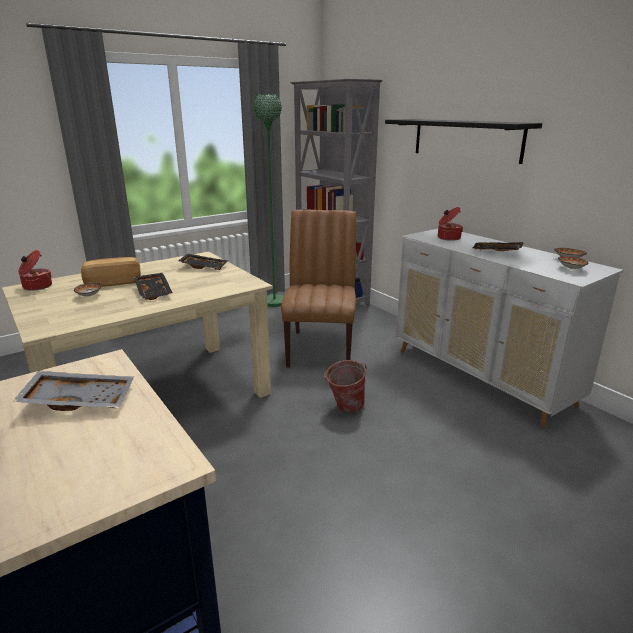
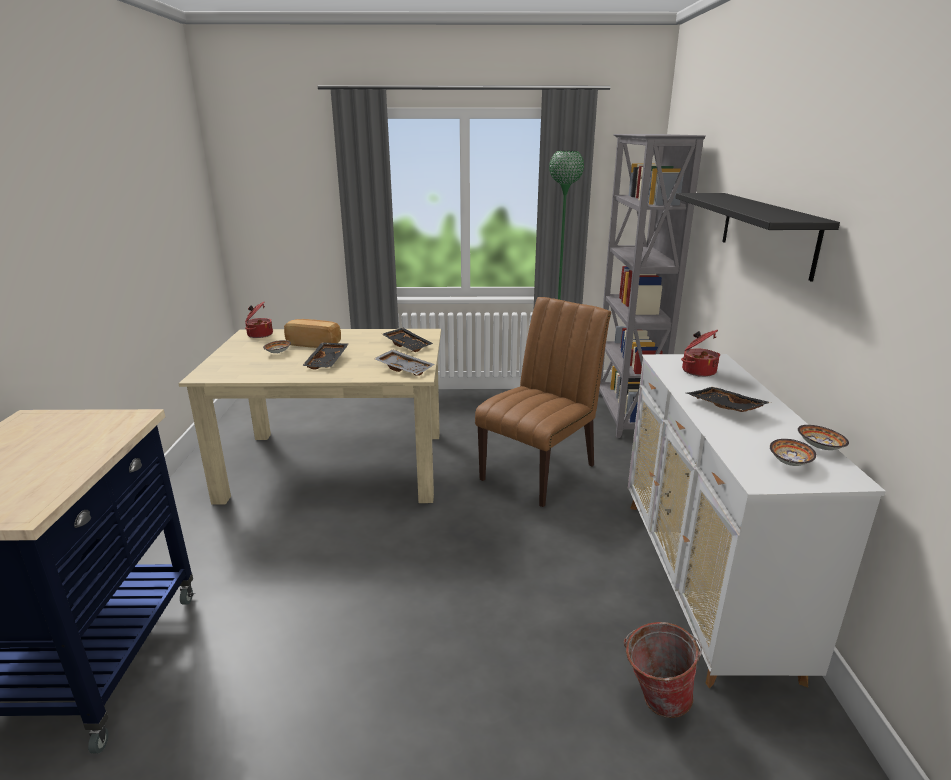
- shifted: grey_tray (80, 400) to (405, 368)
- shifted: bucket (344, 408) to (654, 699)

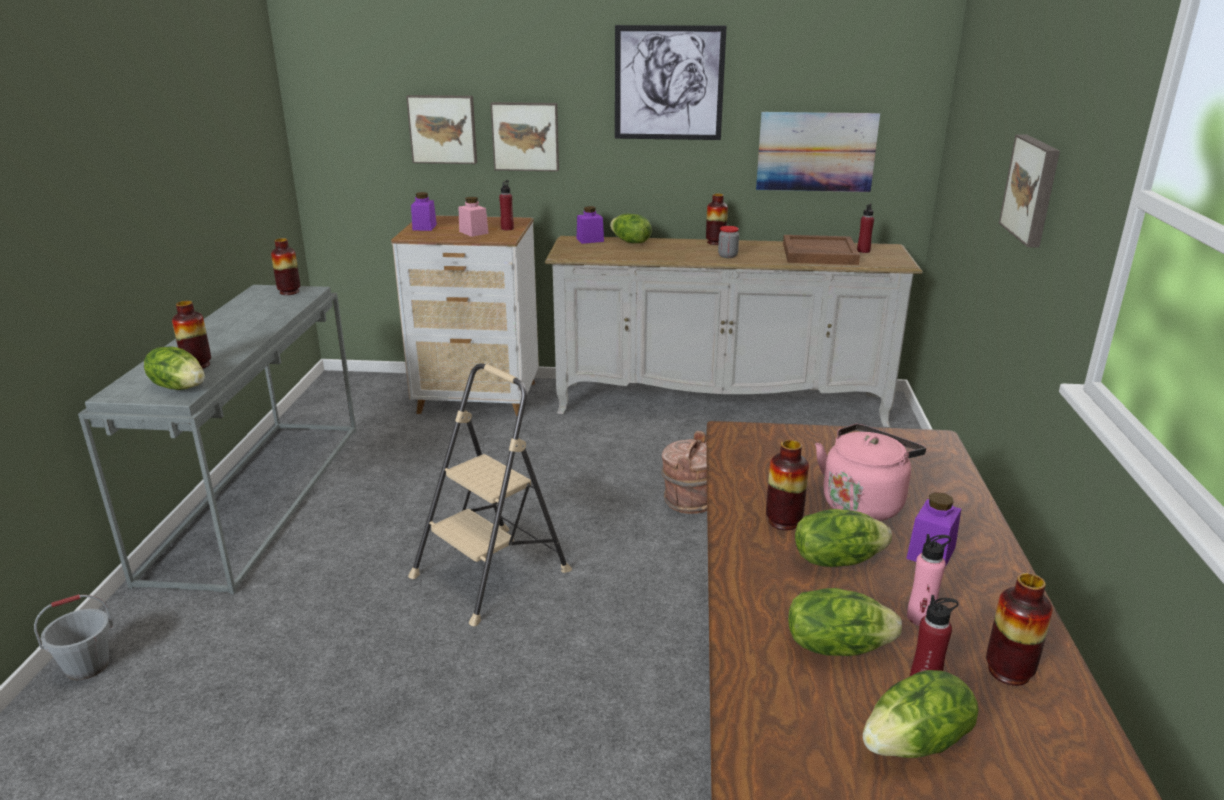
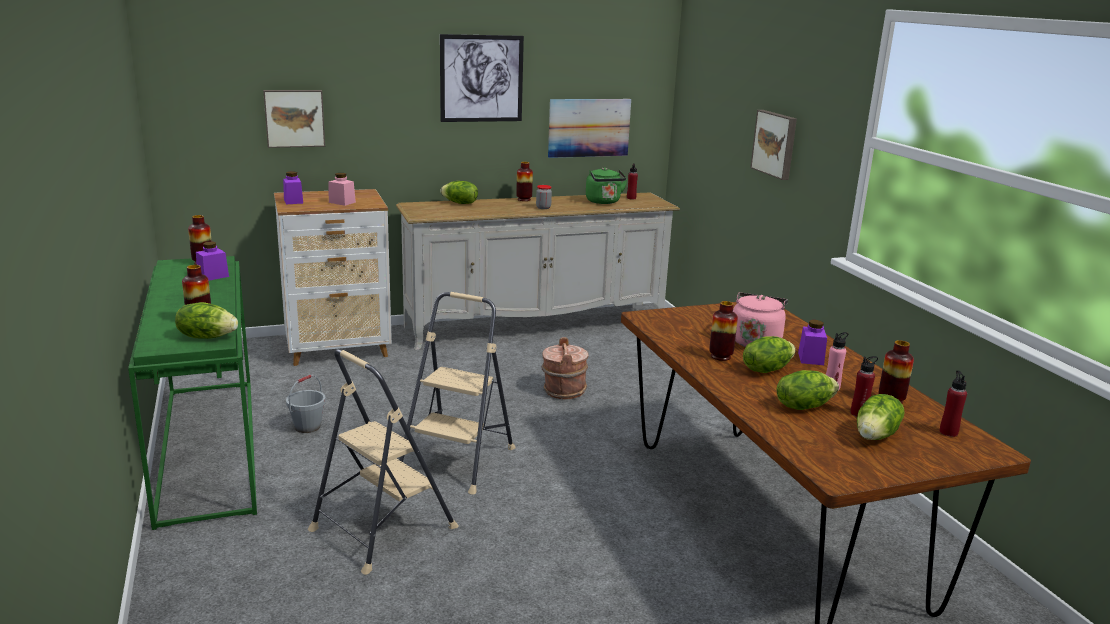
- gone: picture (526, 136)
- new: beige_step_ladder (380, 529)
- shifted: grey_bucket (88, 666) to (307, 426)
- shifted: red_bottle (507, 228) to (948, 432)
- shifted: purple_jar (590, 240) to (213, 276)
- swapped: brown_tray (818, 254) to green_kettle (604, 202)
- repainted: grey_console_table (258, 497) to green_console_table (206, 446)

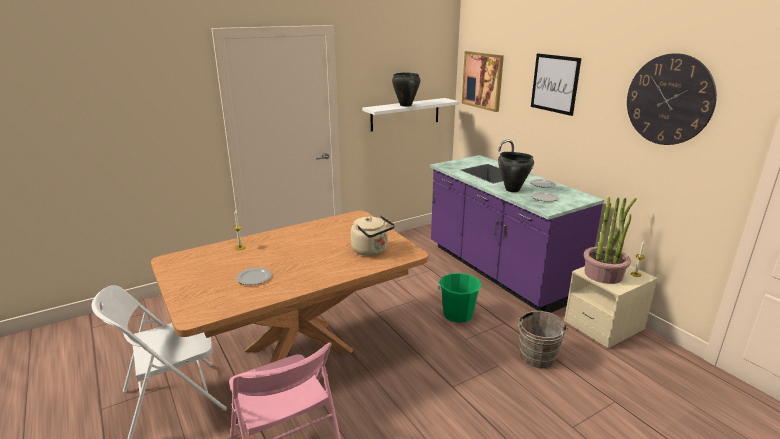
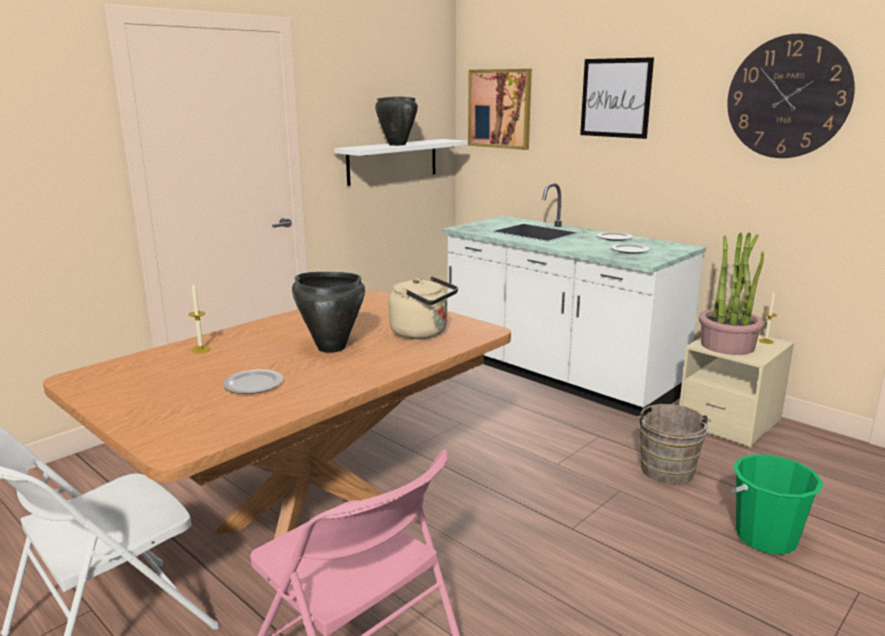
- shifted: green_bucket (458, 315) to (766, 538)
- shifted: black_cooking_pot (512, 190) to (331, 347)
- repainted: purple_counter (499, 271) to white_counter (558, 375)

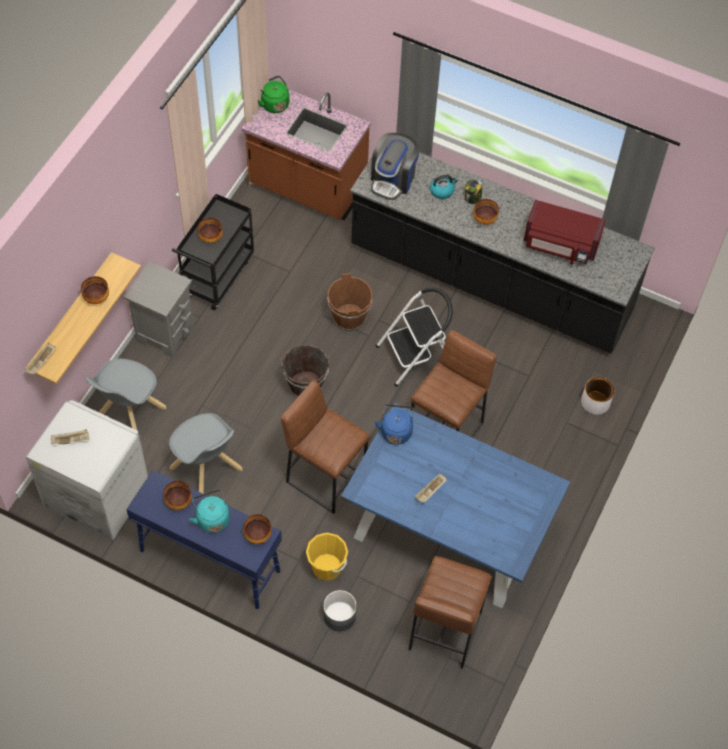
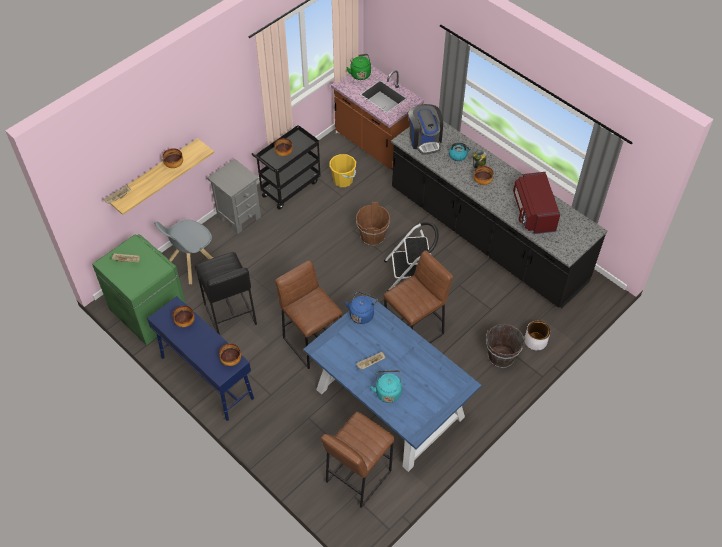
- gone: grey_planter (340, 616)
- shifted: turquoise_kettle (212, 518) to (388, 391)
- shifted: brown_bucket (305, 386) to (501, 357)
- shifted: yellow_bucket (327, 567) to (343, 180)
- swapped: grey_chair (207, 470) to black_stool (230, 315)
- repainted: white_washing_machine (97, 492) to green_washing_machine (149, 310)
- rotated: coffee_machine (393, 179) = (425, 140) 60 degrees counterclockwise
- rotated: red_microwave (560, 246) = (533, 212) 45 degrees clockwise

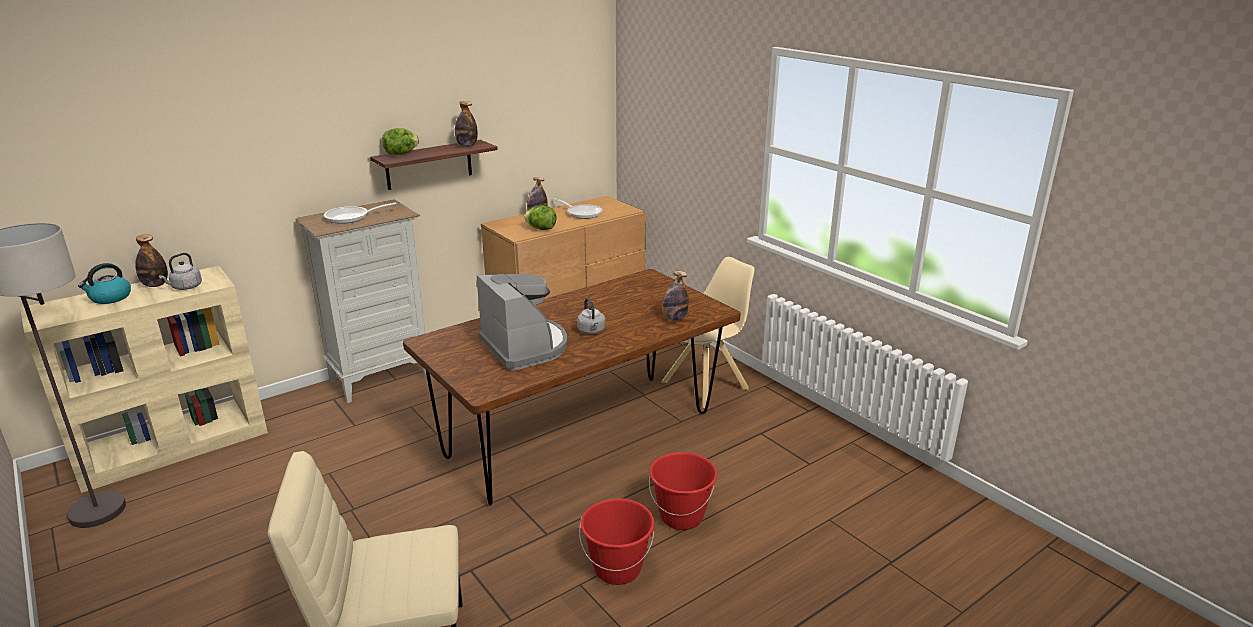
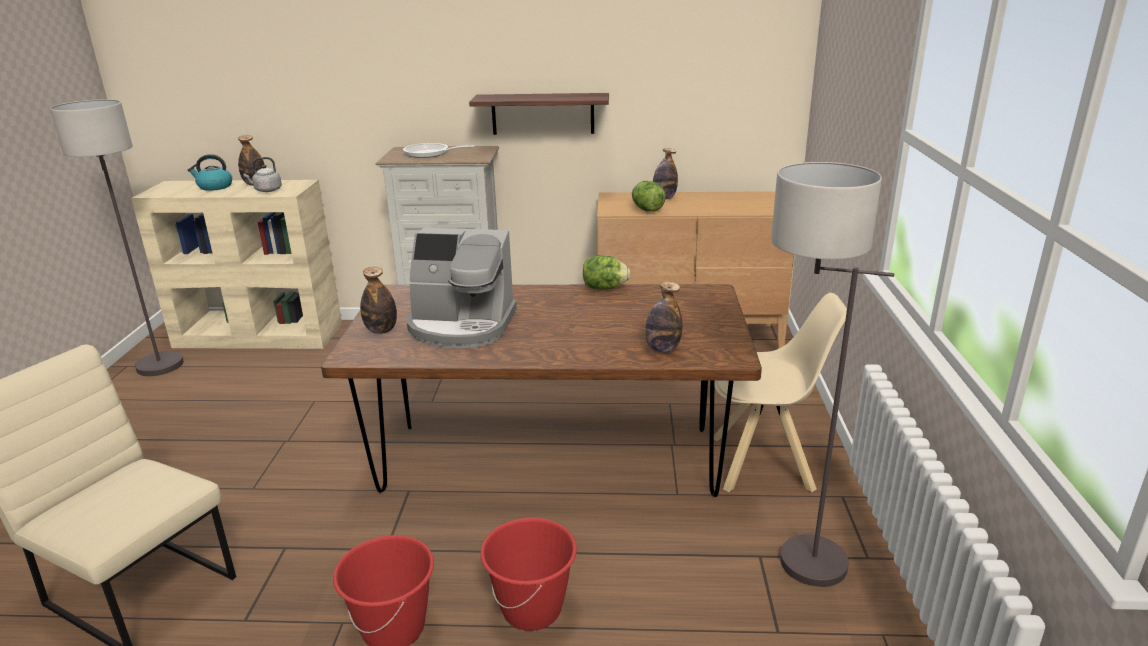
- gone: frying_pan (582, 213)
- gone: grey_kettle (591, 331)
- new: grey_floor_lamp (792, 559)
- shifted: lettuce (401, 154) to (604, 288)
- shifted: bottle (467, 145) to (381, 330)
- rotated: coffee_machine (525, 347) = (461, 326) 90 degrees clockwise

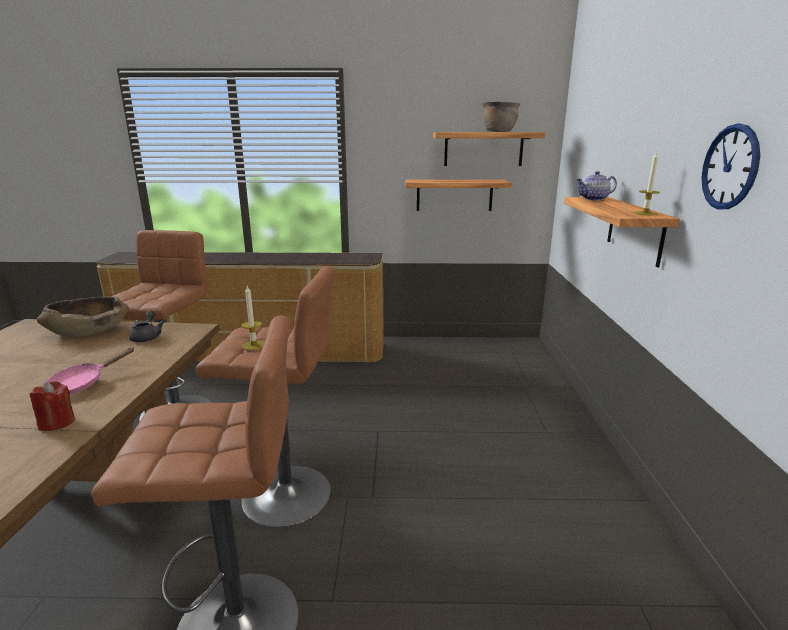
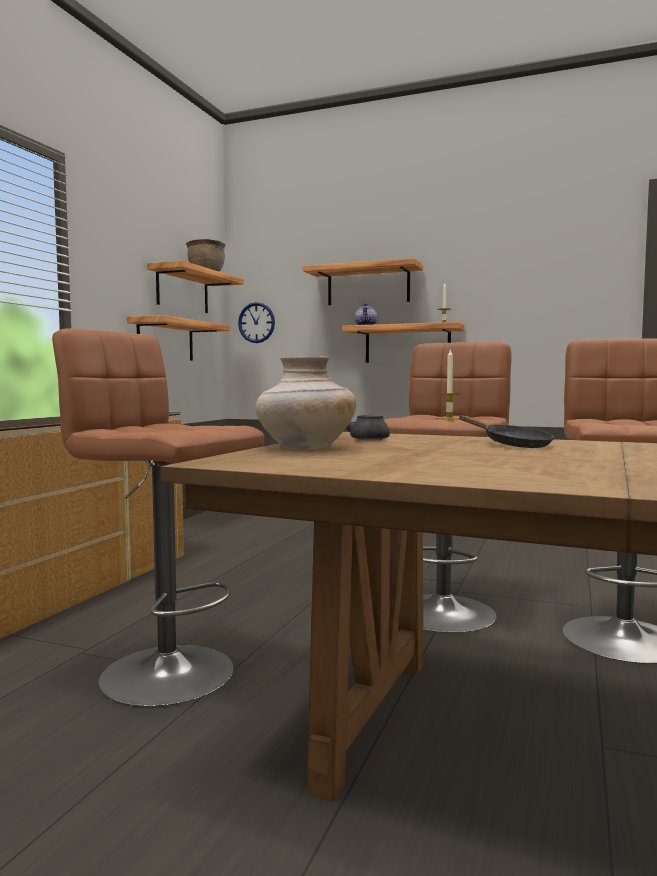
- gone: red_candle (57, 422)
- new: shelf (368, 285)
- shifted: wall_clock (730, 167) to (256, 322)
- swapped: brown_bowl (89, 331) to beige_vase (305, 448)
- repainted: pink_frying_pan (82, 384) to black_frying_pan (511, 445)

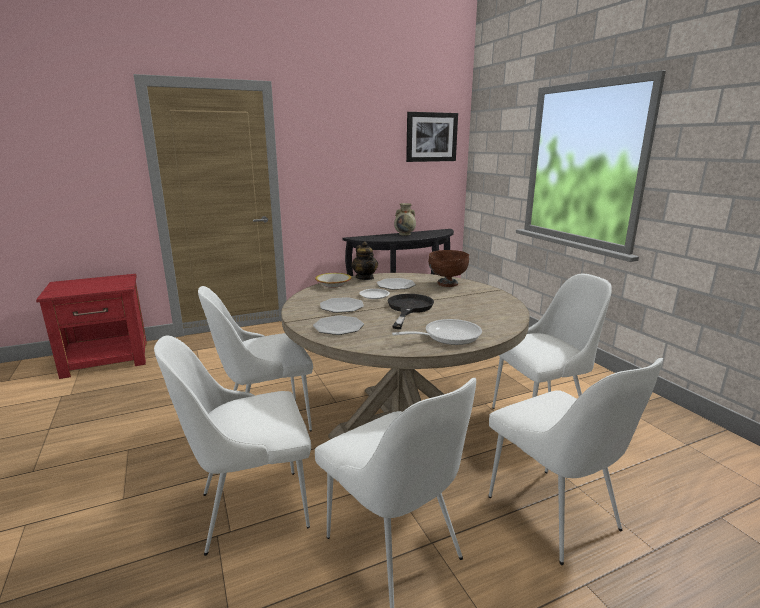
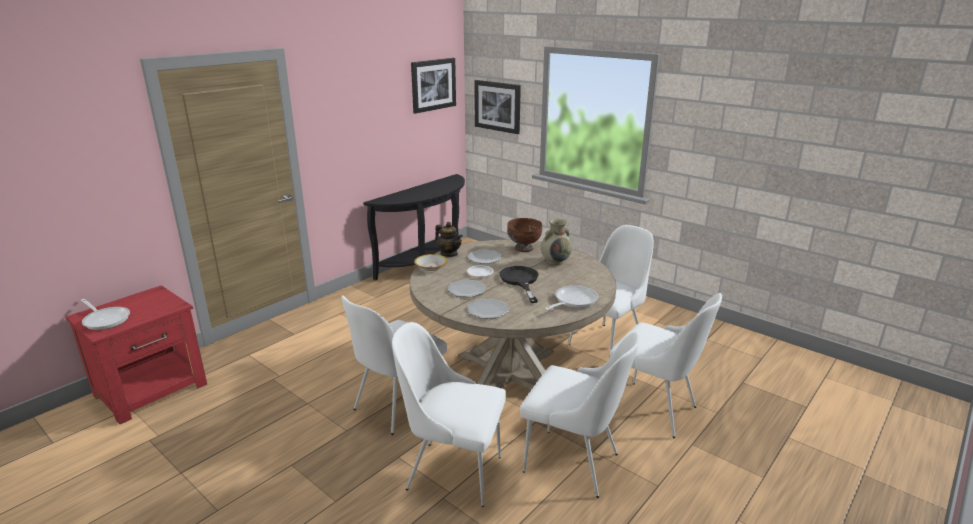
- new: frying_pan (105, 319)
- new: picture (497, 106)
- shifted: beige_vase (405, 234) to (555, 261)
- rotated: white_chair (253, 511) = (453, 473) 60 degrees clockwise

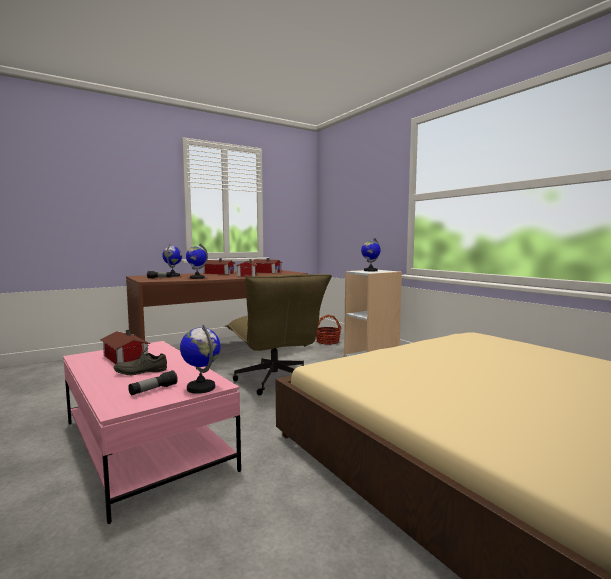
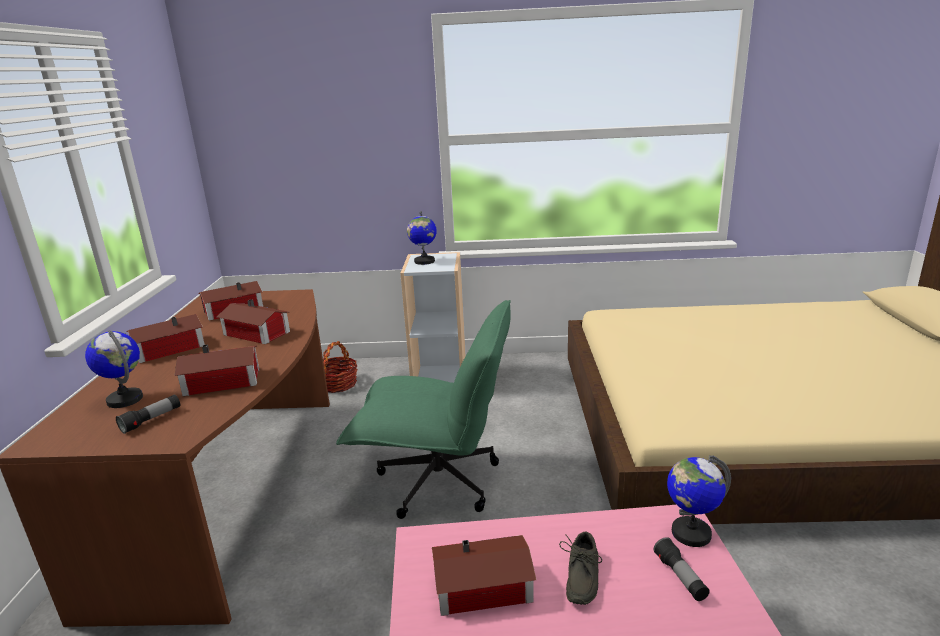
- swapped: globe (197, 278) to toy_house (224, 382)
- repainted: beige_office_chair (274, 380) to green_office_chair (437, 481)

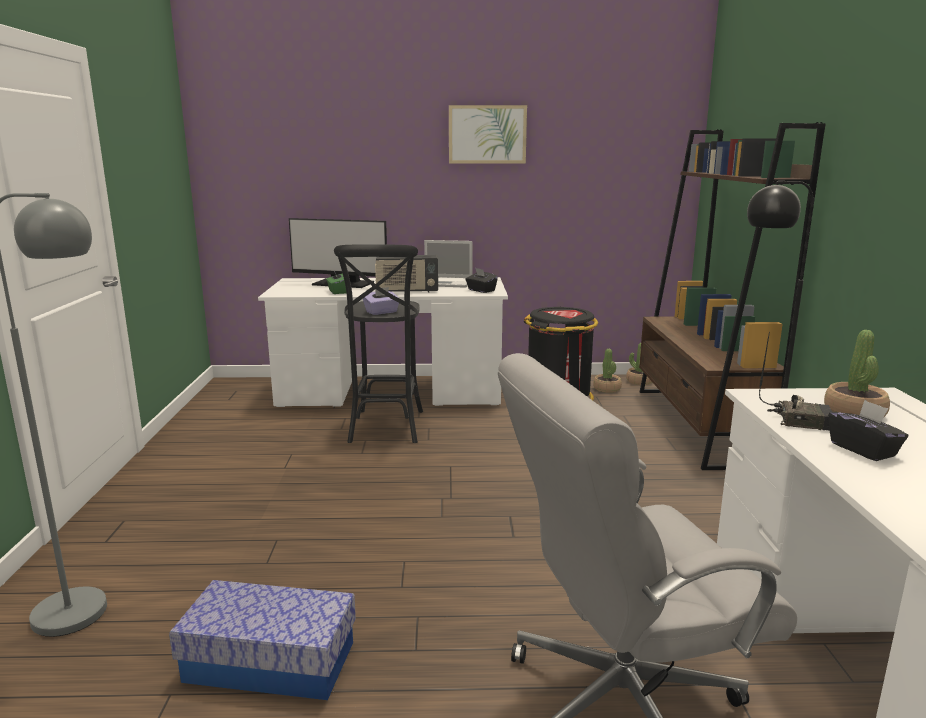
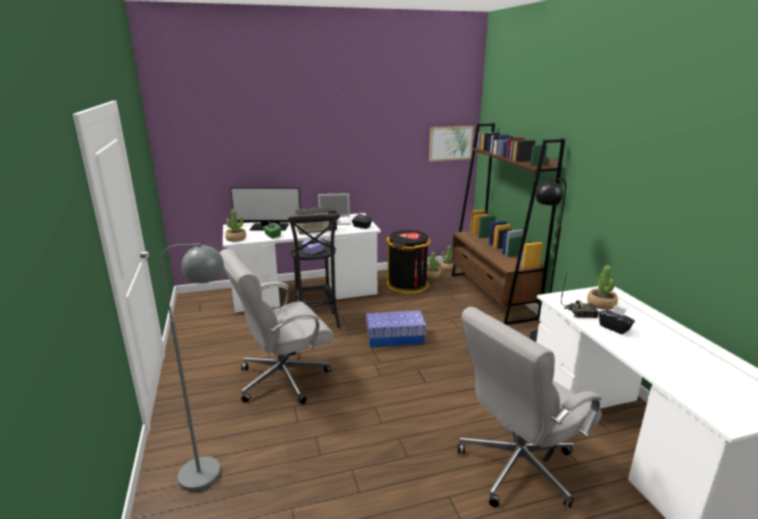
- new: grey_office_chair (283, 378)
- new: potted_plant (236, 239)
- shifted: storage_box (270, 661) to (395, 337)
- shifted: picture (487, 134) to (450, 143)

